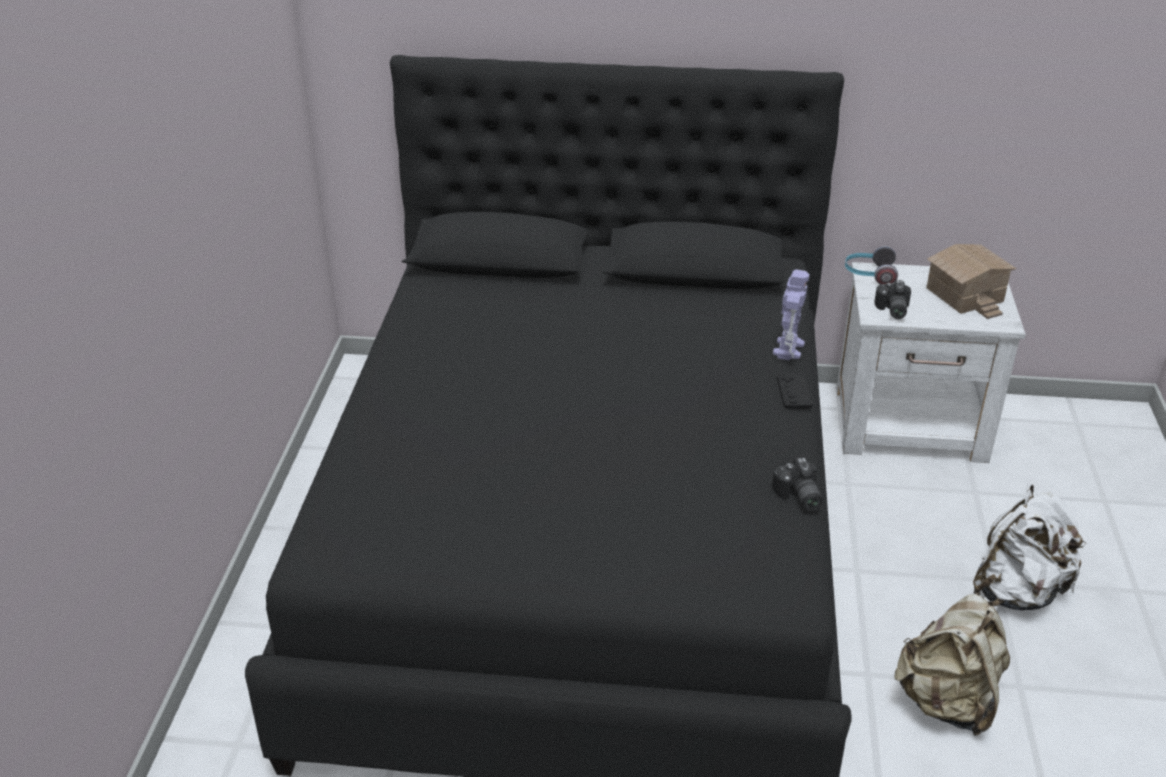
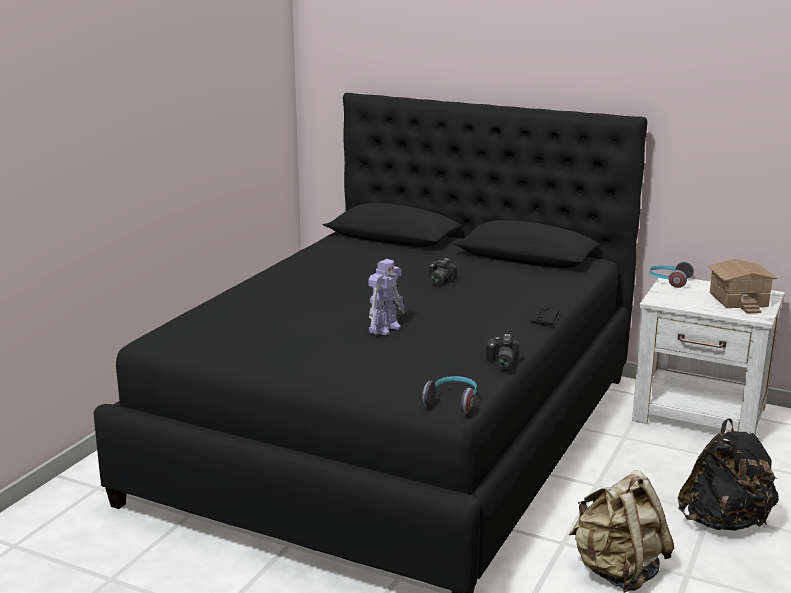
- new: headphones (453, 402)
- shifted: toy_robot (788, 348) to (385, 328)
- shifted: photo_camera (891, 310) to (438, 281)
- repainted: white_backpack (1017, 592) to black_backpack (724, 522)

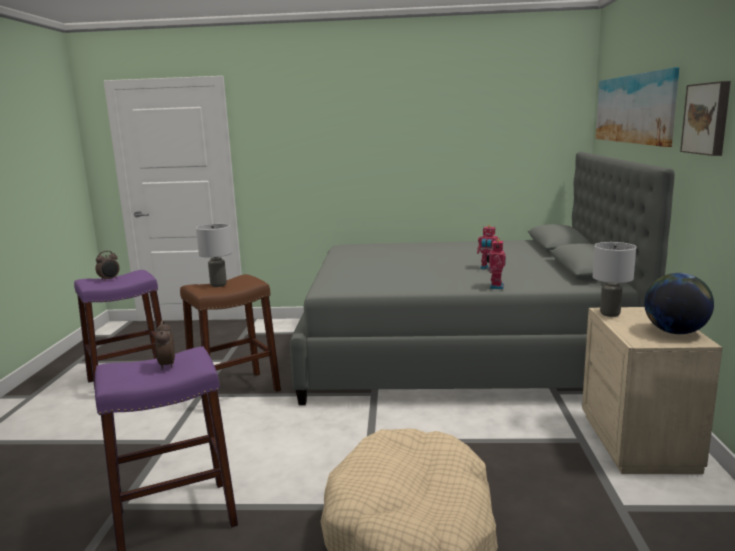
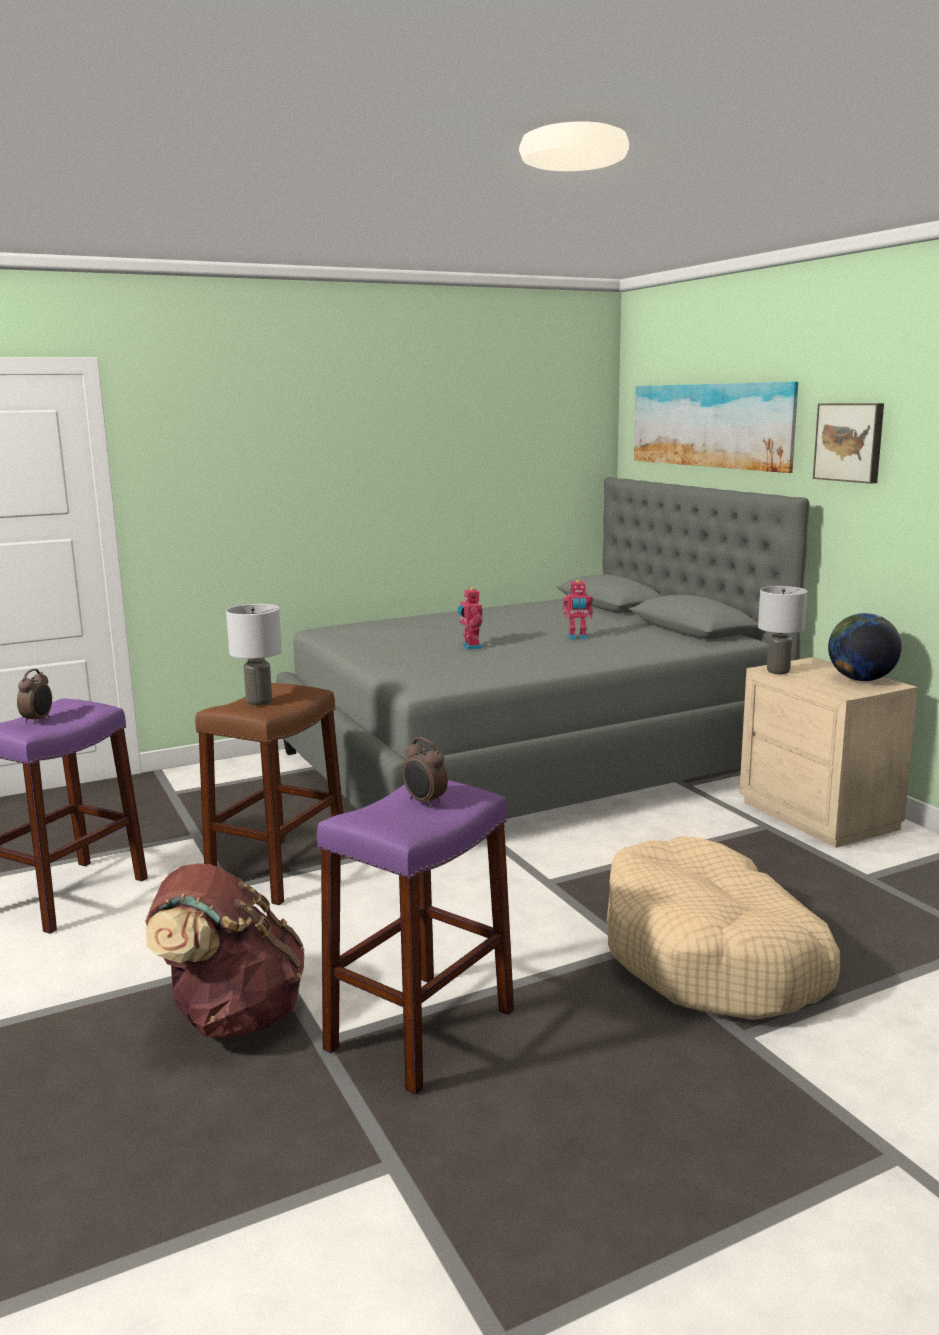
- new: brown_backpack (232, 1016)
- shifted: toy_robot (495, 287) to (470, 647)

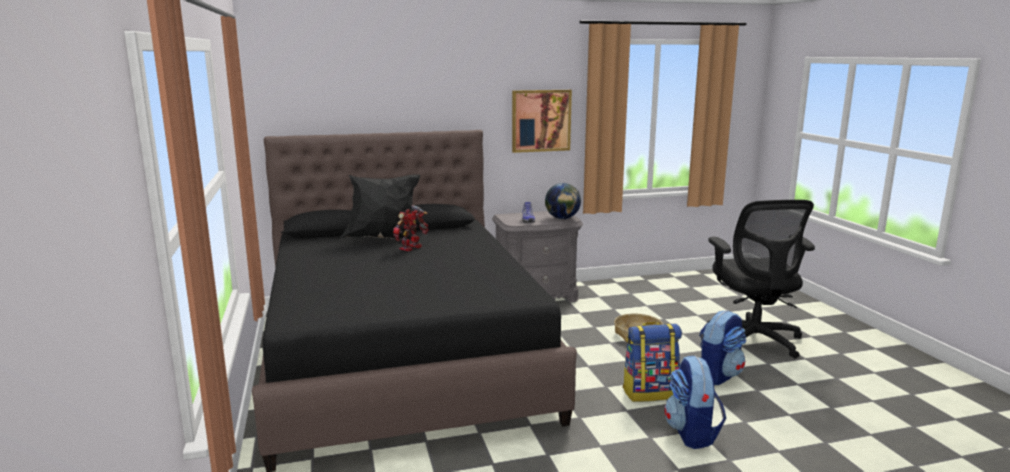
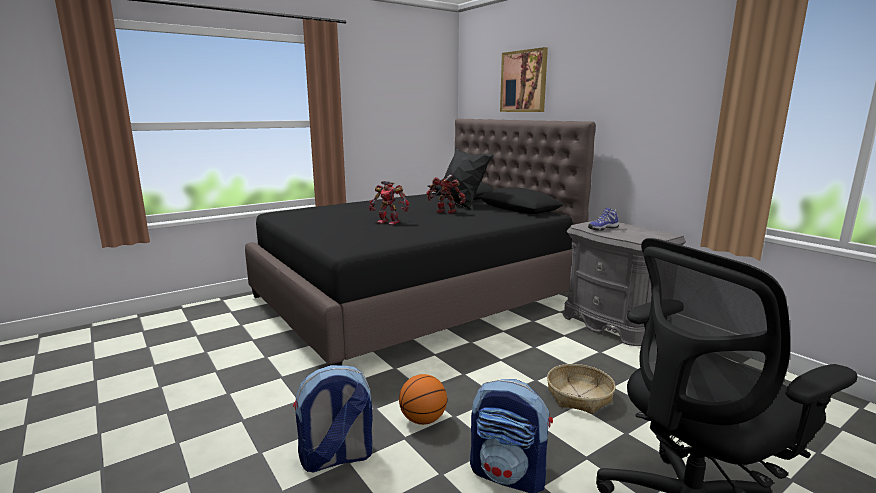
- gone: globe (562, 218)
- new: toy_robot (389, 222)
- shifted: picture (541, 120) to (524, 81)
- swapped: backpack (650, 392) to basketball (423, 419)

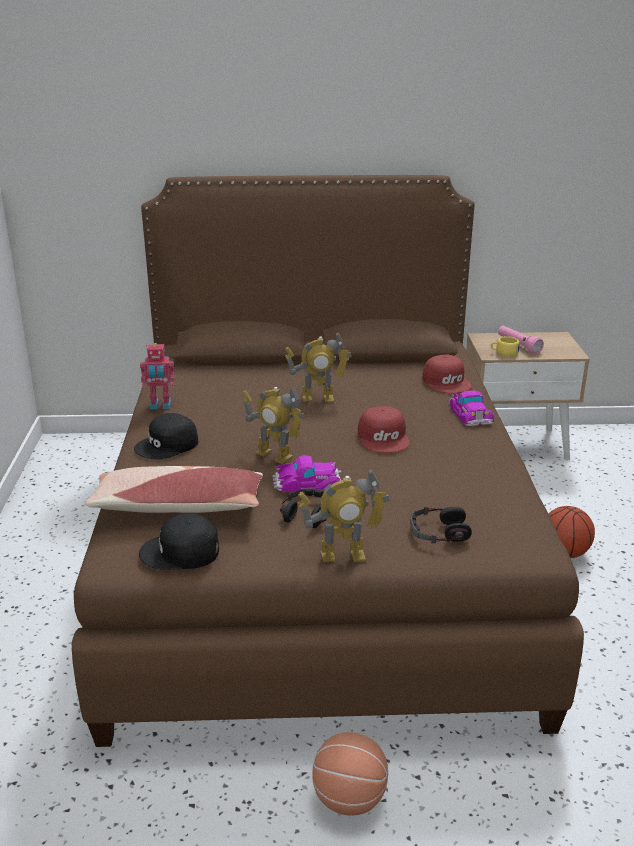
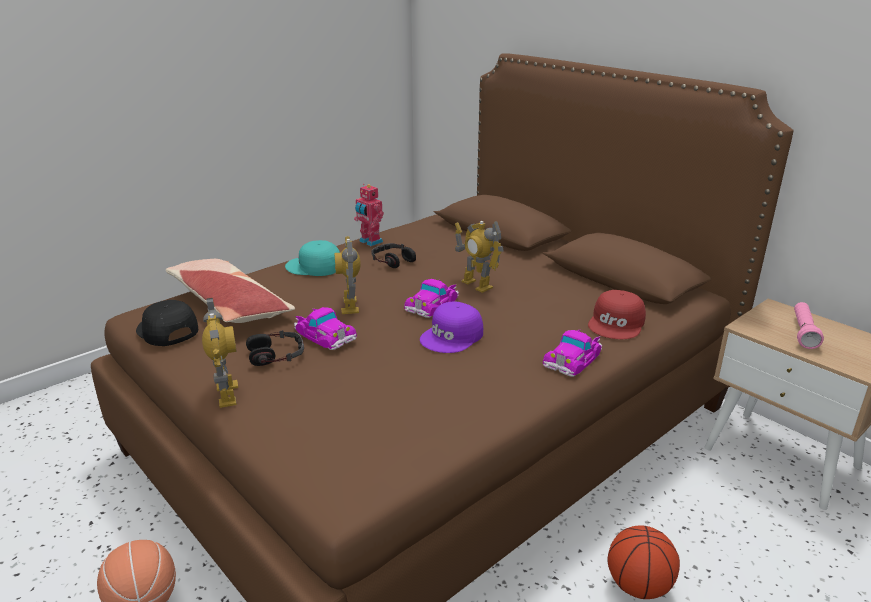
- gone: yellow_cup (504, 353)
- new: toy_car (432, 303)
- shifted: headphones (439, 532) to (393, 260)
- repainted: black_cap (167, 445) to turquoise_cap (314, 267)
- repainted: red_cap (384, 438) to purple_cap (453, 336)
- rotated: toy_robot (343, 555) = (227, 394) 150 degrees counterclockwise

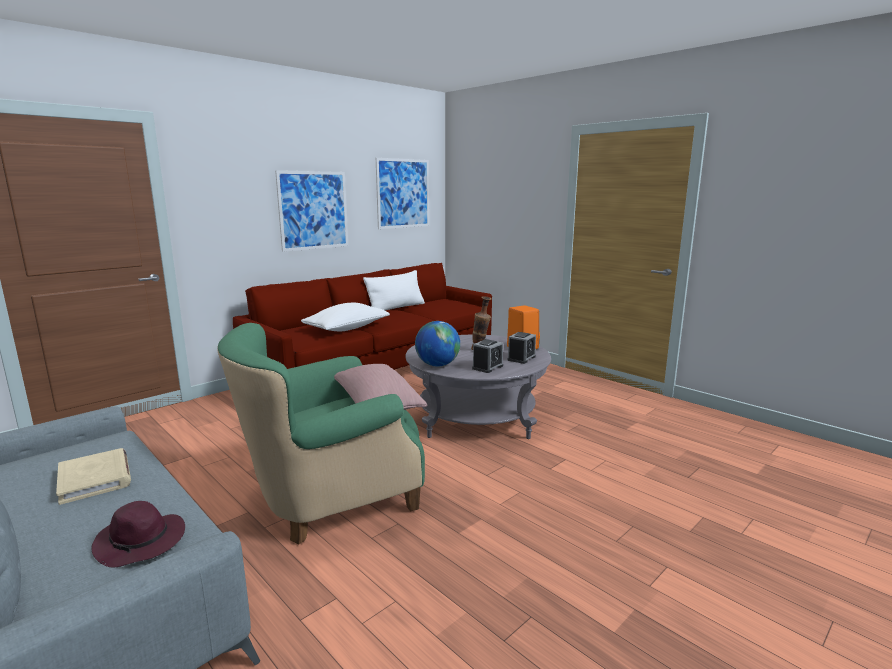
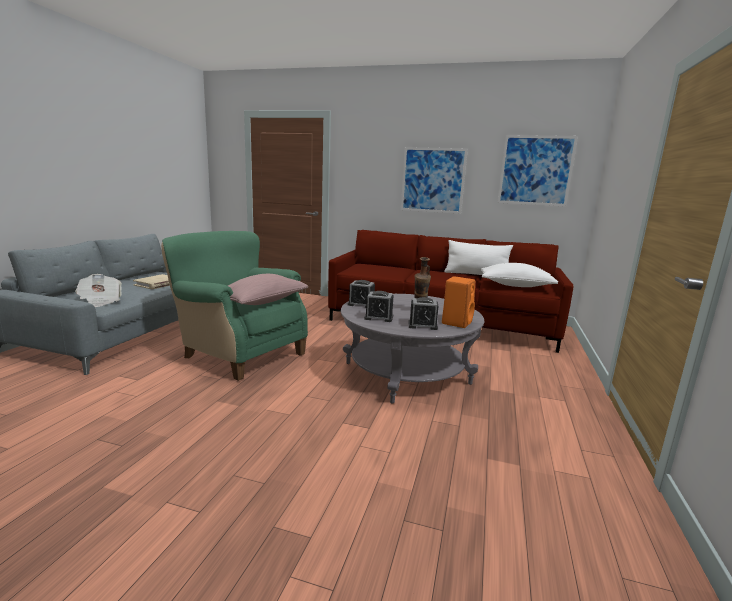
- shifted: white_pillow (347, 329) to (515, 285)
- swapped: purple_hat (141, 542) to newspaper (100, 301)
- swapped: globe (437, 365) to alarm_clock (361, 304)

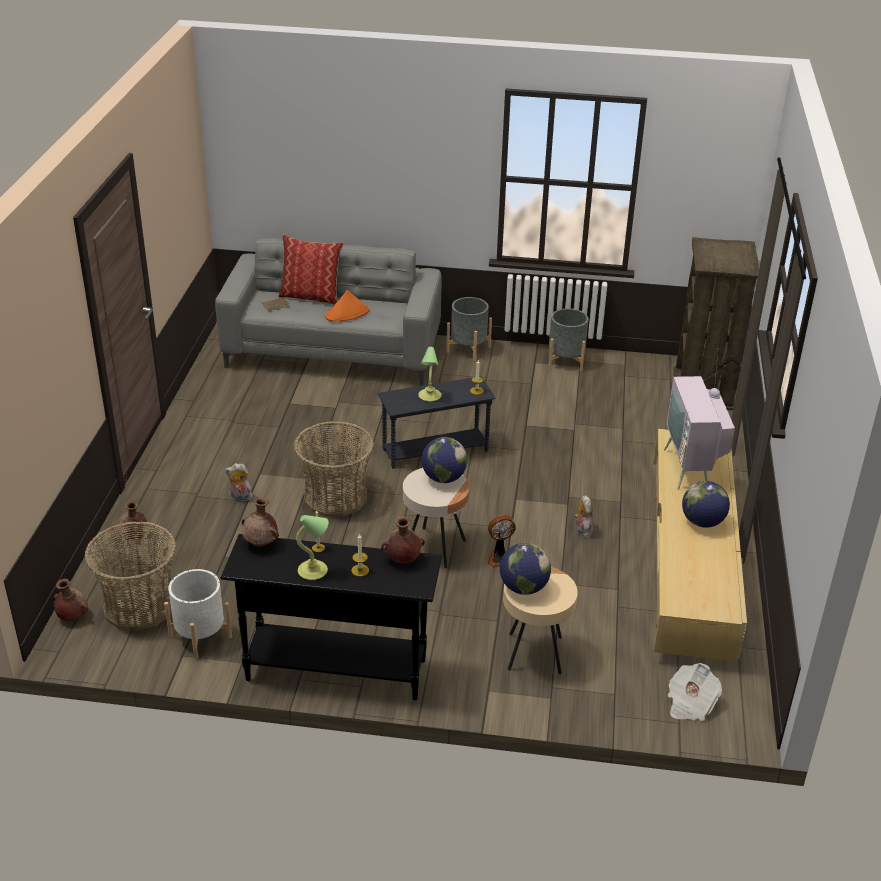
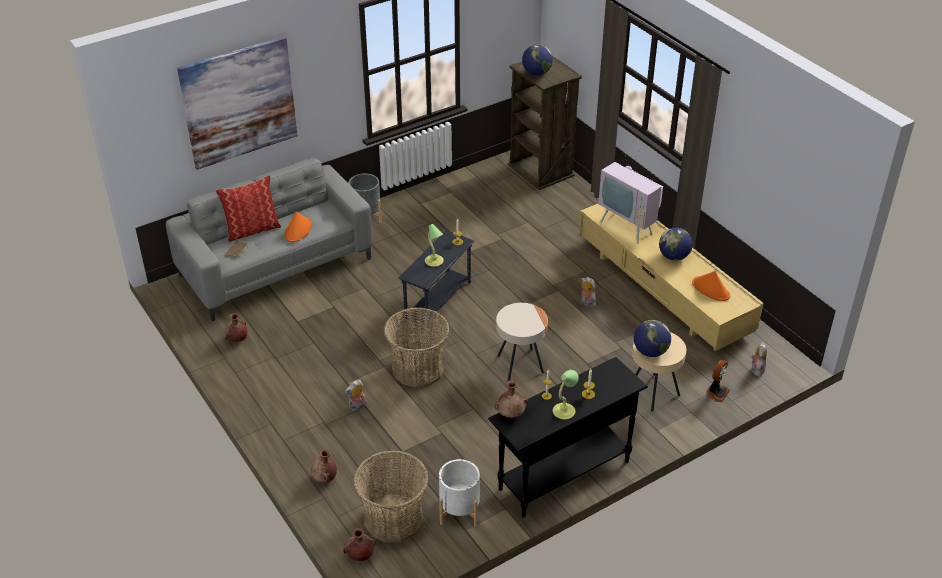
- gone: grey_planter (565, 361)
- new: picture (239, 102)
- new: orange_hat (711, 289)
- shifted: brown_vase (402, 559) to (237, 340)
- shifted: globe (443, 478) to (536, 73)
- shifted: fan (500, 557) to (717, 392)
- swapped: newspaper (690, 703) to plush_toy (756, 369)

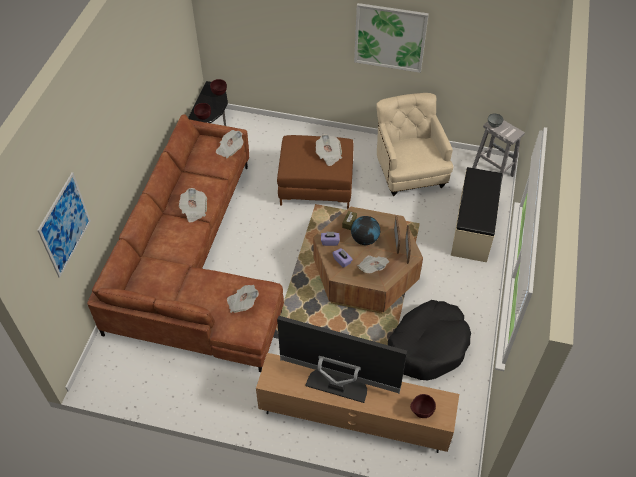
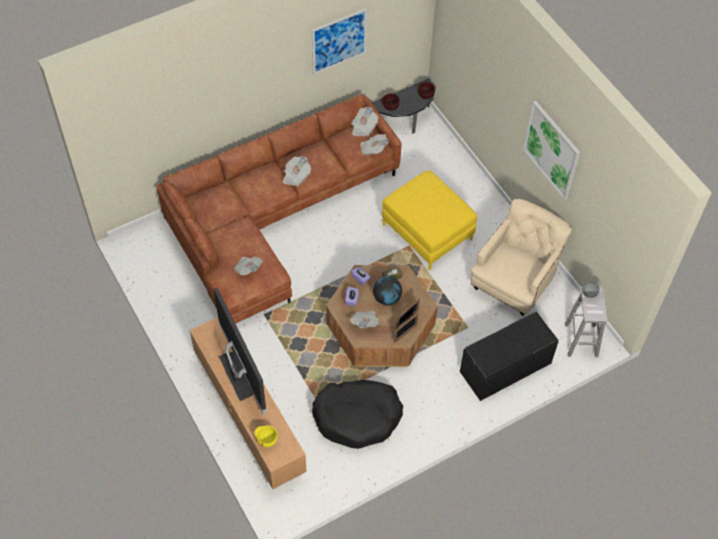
- shifted: picture (64, 225) to (339, 41)
- shifted: newspaper (328, 155) to (363, 127)
- repainted: brown_ottoman (316, 186) to yellow_ottoman (427, 232)
- repainted: brown_bowl (421, 412) to yellow_bowl (266, 441)
- repainted: beige_bench (474, 228) to black_bench (506, 368)

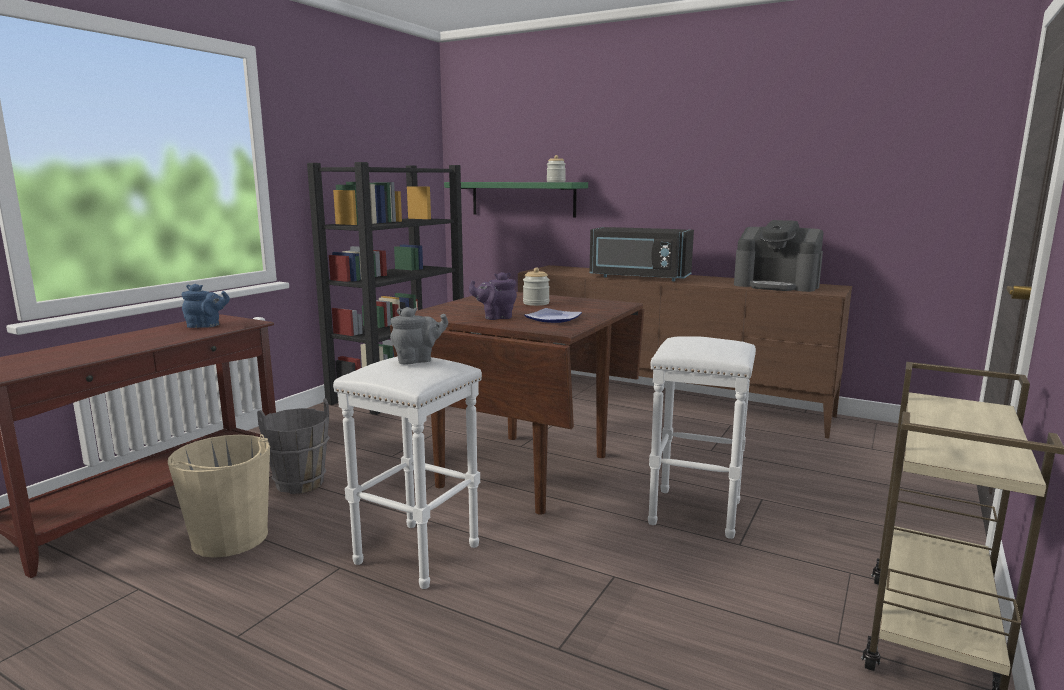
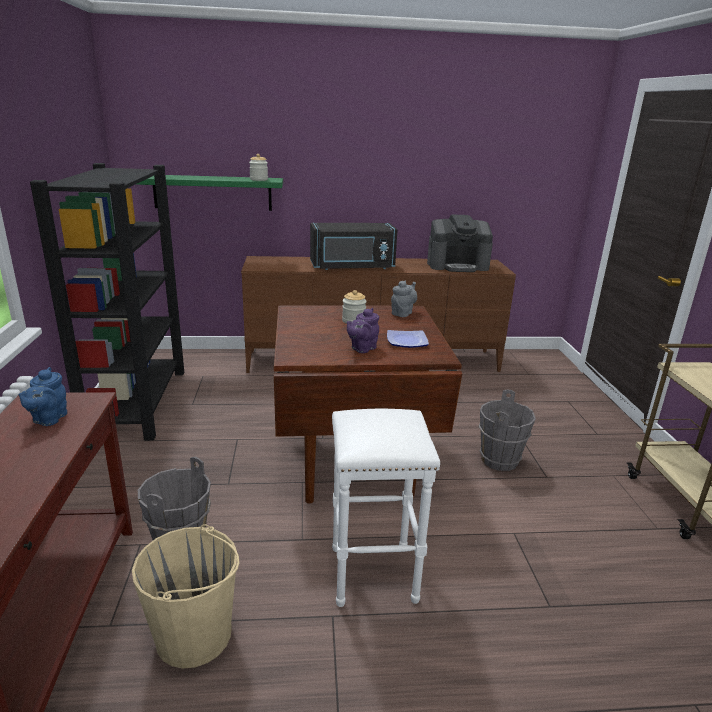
- shifted: grey_teapot (418, 360) to (403, 313)
- swapped: white_stool (696, 513) to grey_bucket (500, 460)
- rotated: blue_teapot (206, 326) = (48, 419) 135 degrees clockwise

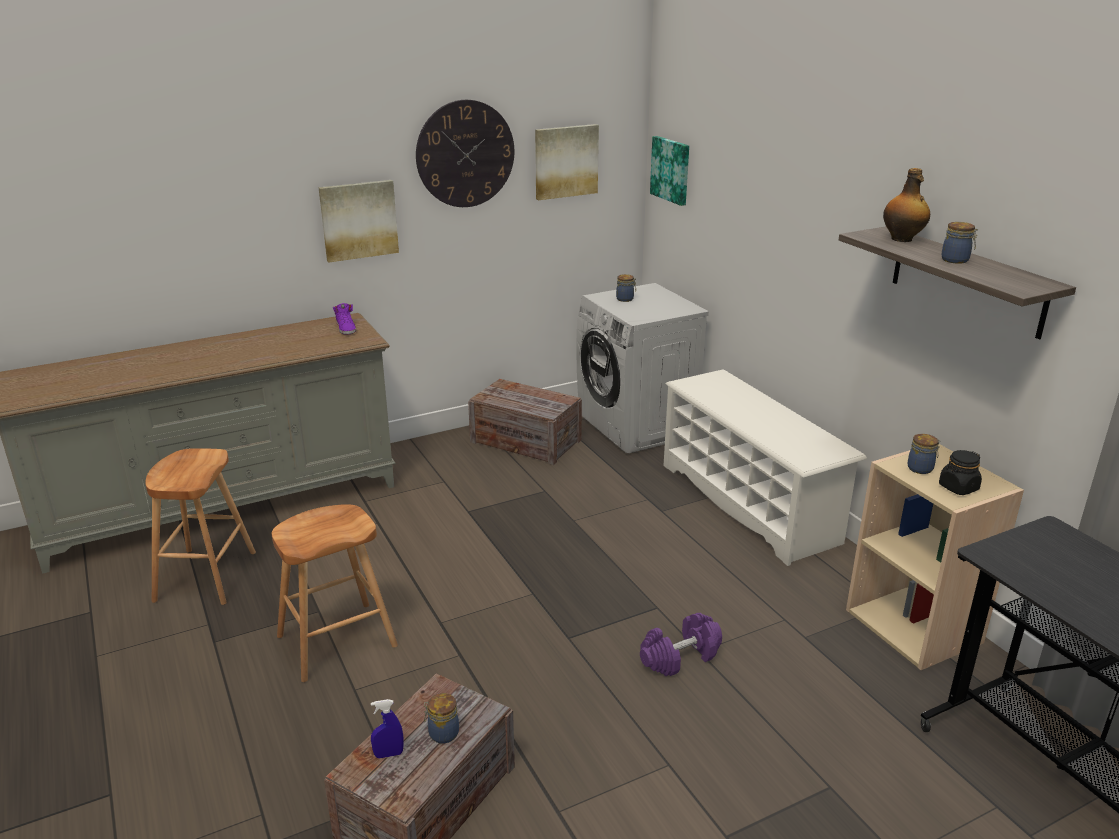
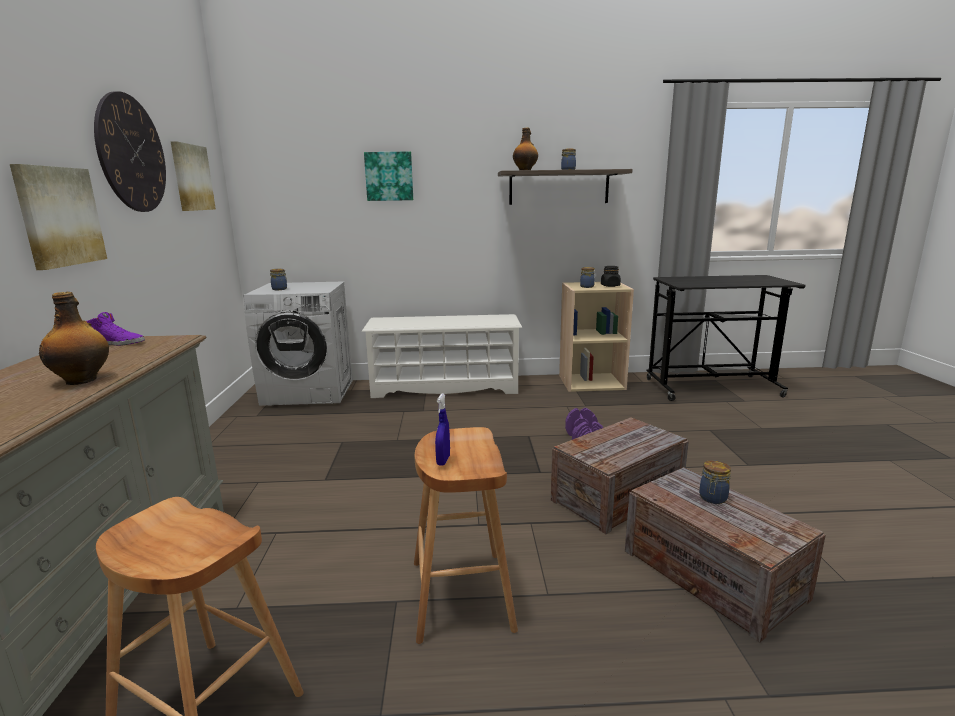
- new: bottle (82, 380)
- shifted: blue_spray_bottle (388, 754) to (443, 460)
- shifted: crate (526, 441) to (618, 495)
- shifted: picture (671, 170) to (389, 176)

